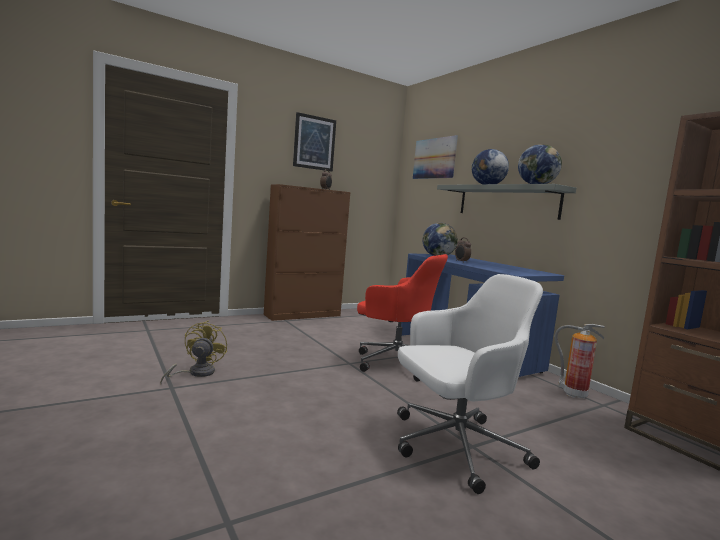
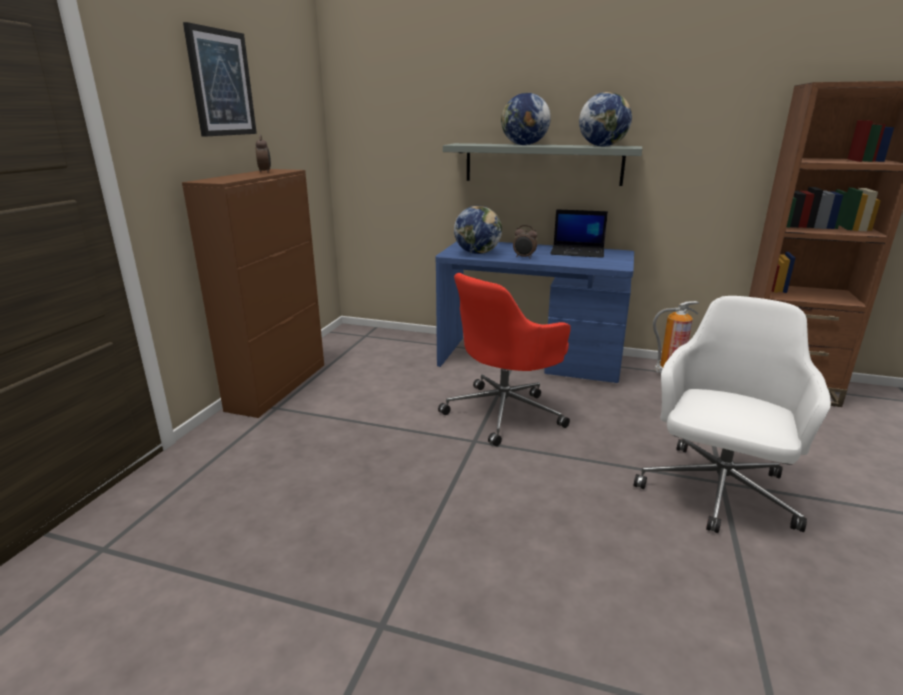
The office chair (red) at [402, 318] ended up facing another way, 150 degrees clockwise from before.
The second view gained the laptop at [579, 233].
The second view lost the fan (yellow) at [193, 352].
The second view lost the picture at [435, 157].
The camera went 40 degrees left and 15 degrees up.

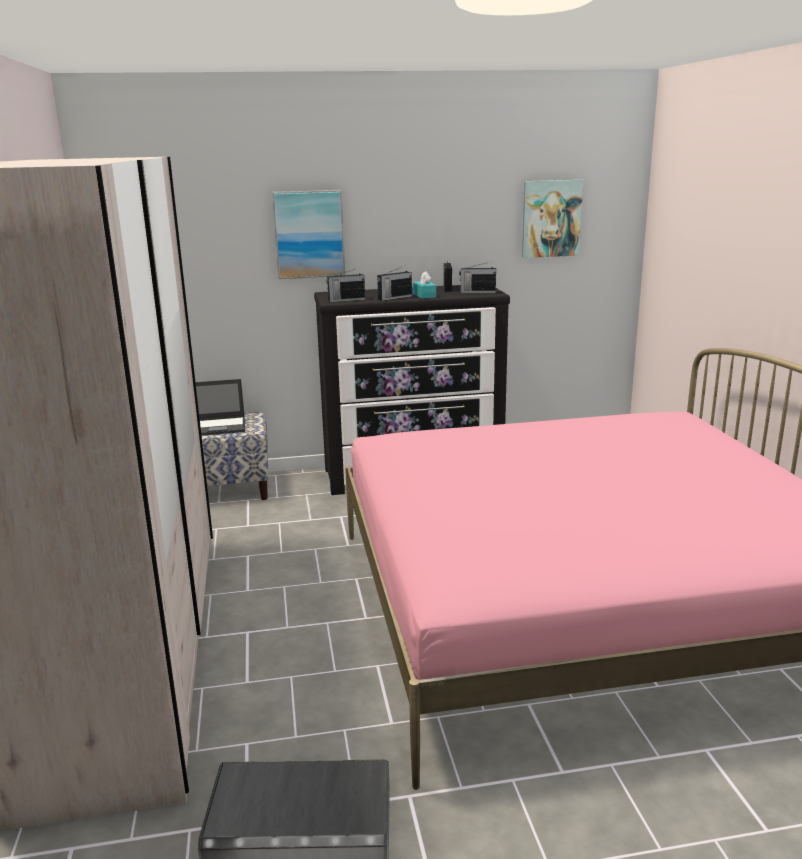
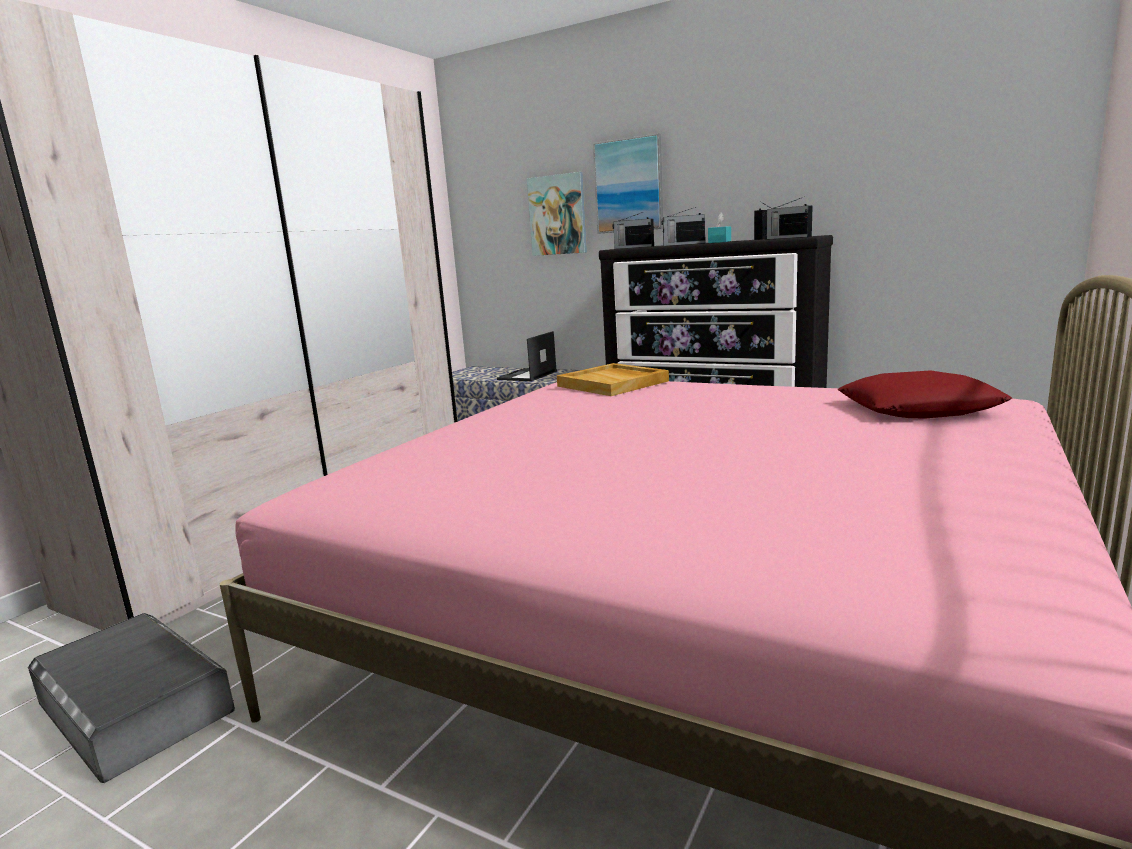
The laptop at [220, 407] ended up facing another way, 90 degrees clockwise from before.
The picture ended up elsewhere, having gone from [552, 218] to [557, 214].
The second view gained the tray (beige) at [613, 379].
The second view gained the pillow (red) at [925, 394].
The camera went 40 degrees right and 5 degrees down.

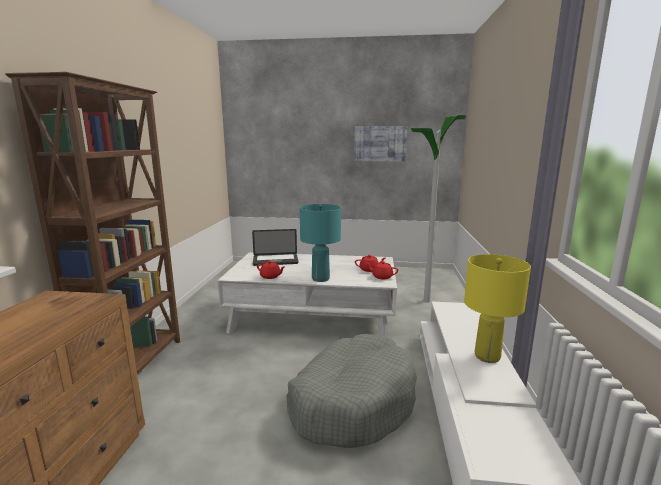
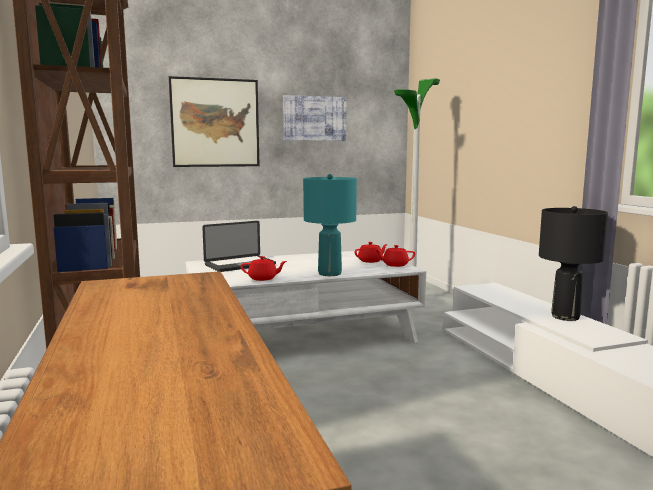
The second view gained the picture at [214, 121].
What was the table lamp (yellow) at [497, 308] turned into the table lamp (black) at [573, 263].
The second view lost the dog bed (grey) at [351, 391].
The camera went 25 degrees left and 5 degrees down.

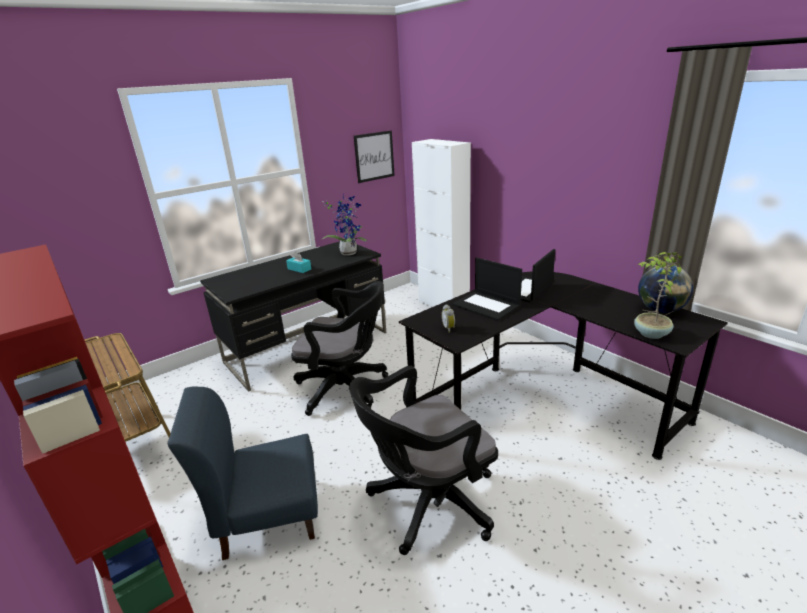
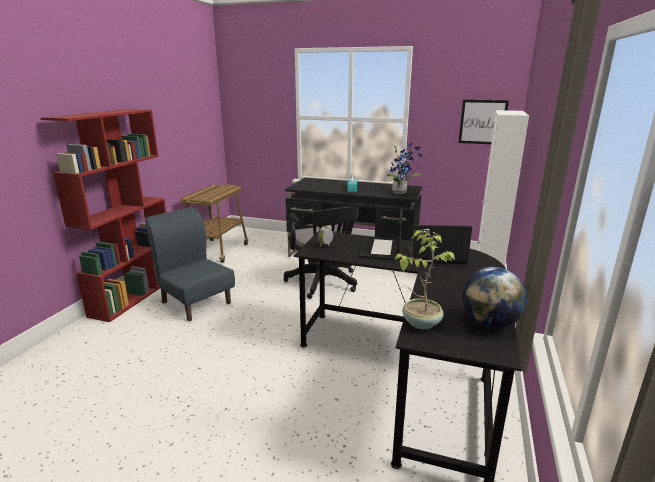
The second view lost the office chair (black) at [423, 460].
The camera went 55 degrees right and 5 degrees down.

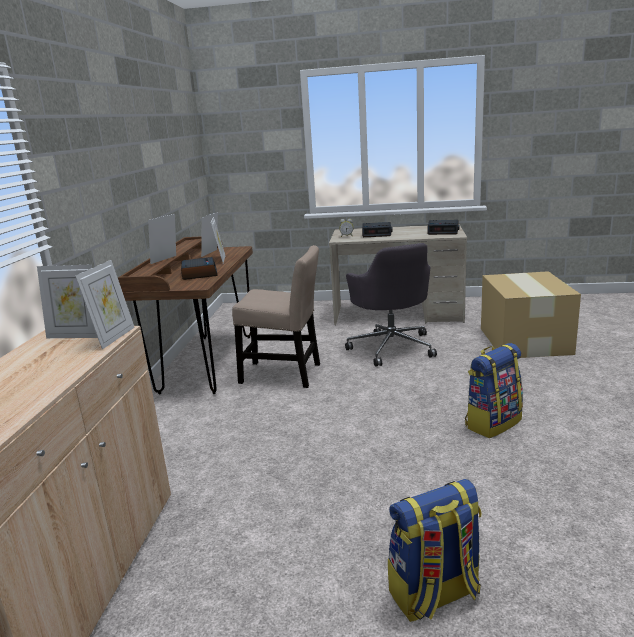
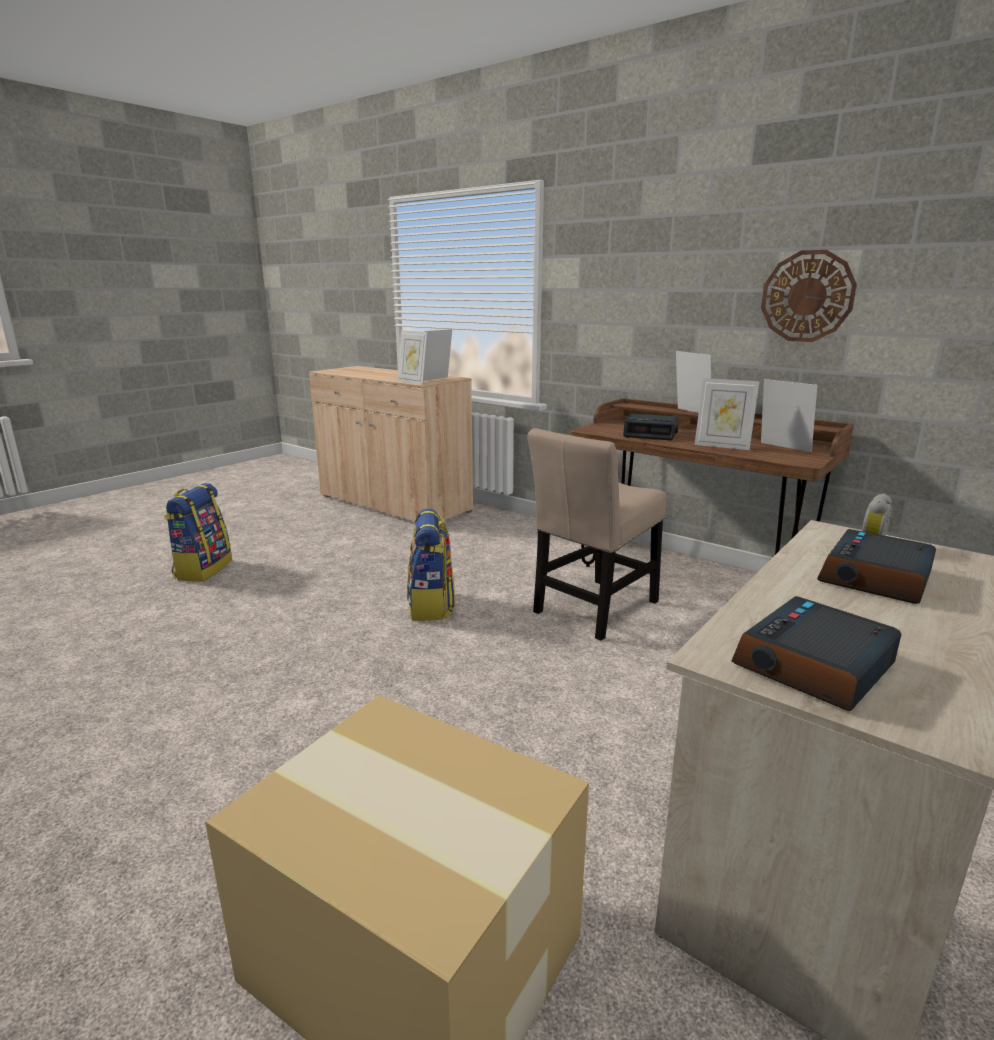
The backpack ended up elsewhere, having gone from [494, 390] to [431, 564].
The second view gained the wall clock at [809, 296].
The second view lost the office chair (grey) at [391, 305].
The camera went 120 degrees right and 0 degrees up.

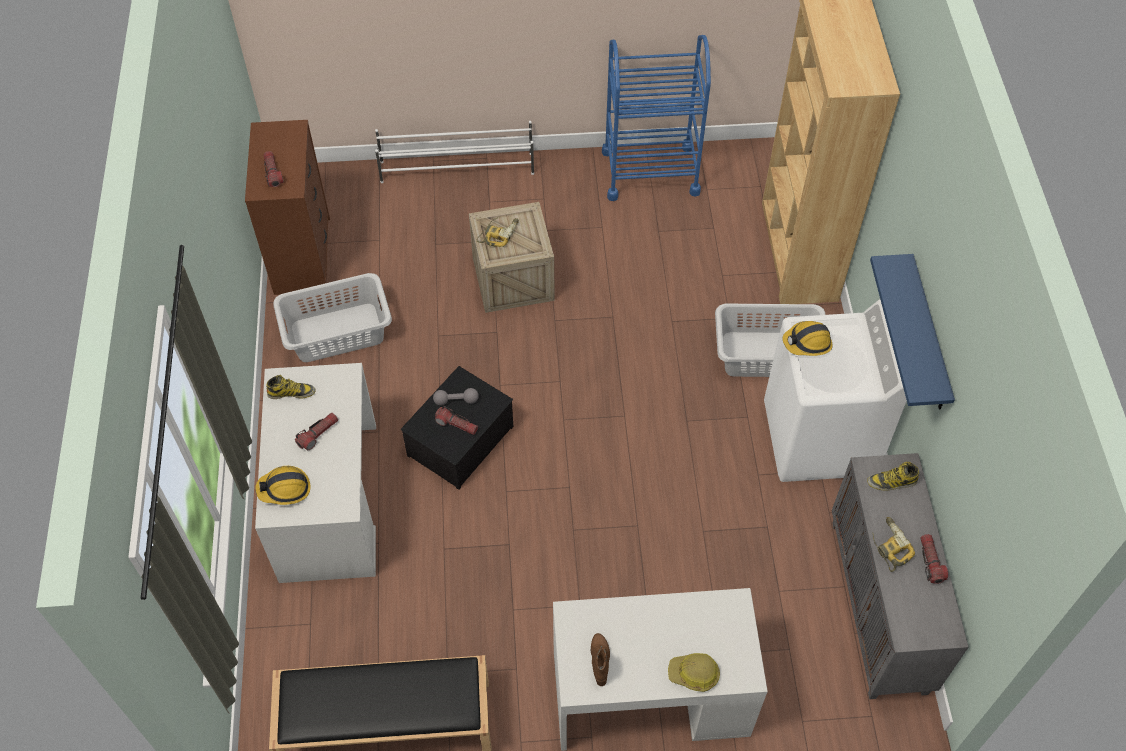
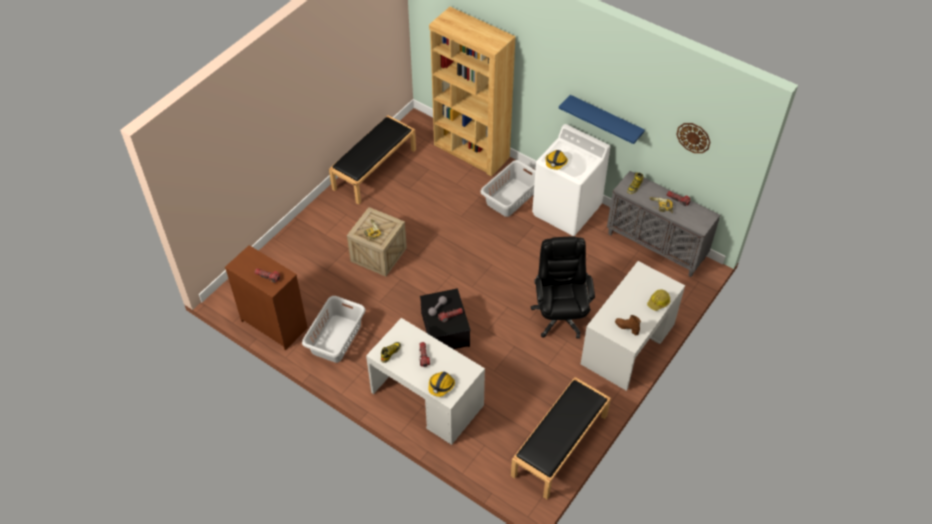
Where the cart (blue) stood at [656, 118], the bench (black) came to stand at [372, 160].
The second view gained the office chair (black) at [563, 288].
The second view gained the wall clock at [693, 138].
The second view lost the shoe rack (white) at [454, 152].
The camera went 50 degrees left and 5 degrees down.

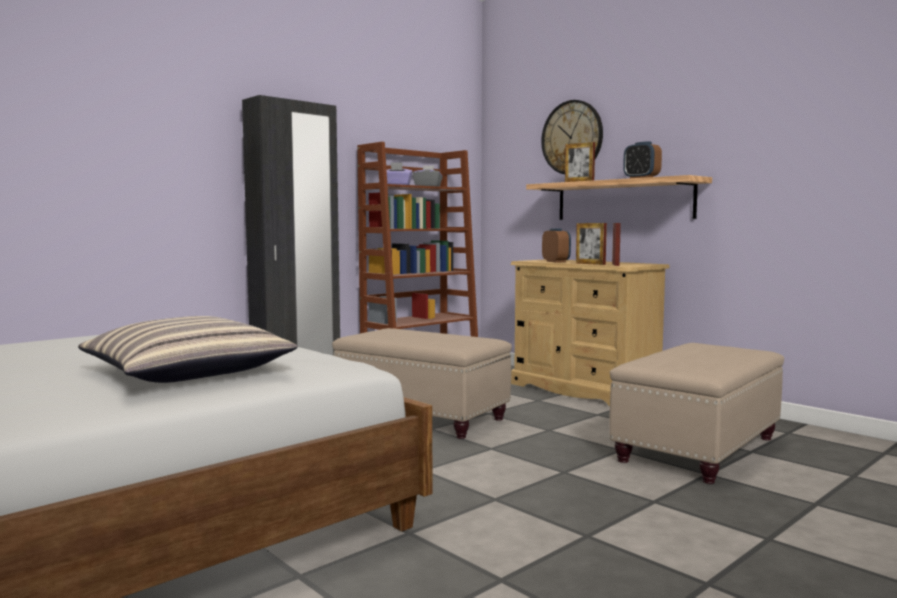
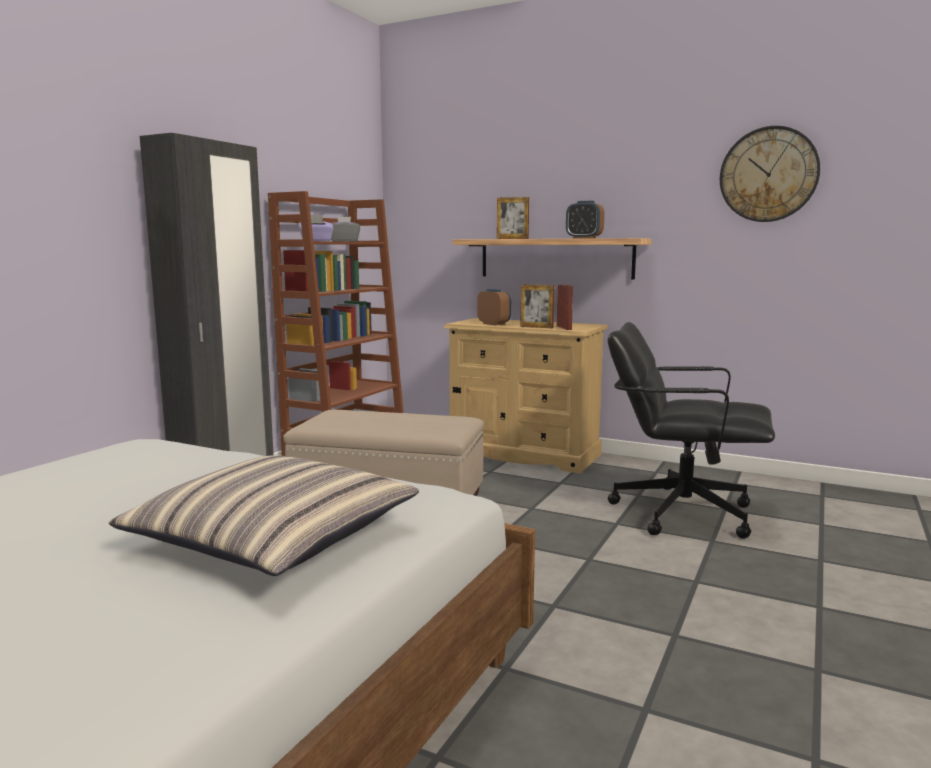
Where the ottoman (beige) stood at [696, 413], the office chair (black) came to stand at [691, 430].
The wall clock ended up elsewhere, having gone from [572, 137] to [770, 174].
The camera went 20 degrees left and 5 degrees up.

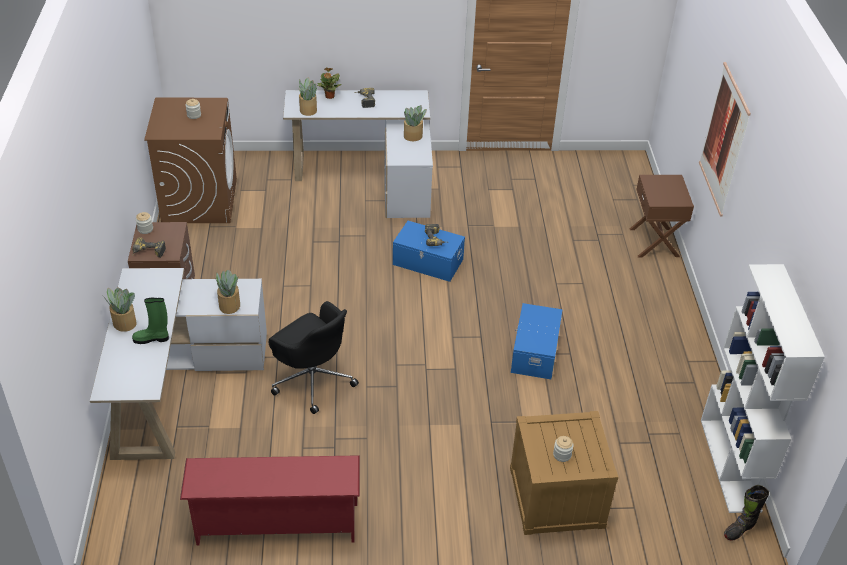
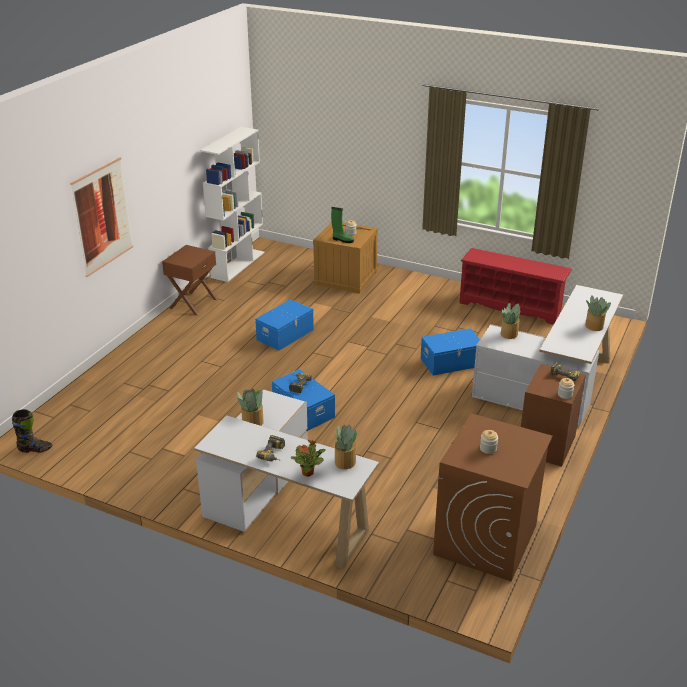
The boot (black) ended up elsewhere, having gone from [746, 513] to [32, 431].
The nightstand (brown) ended up elsewhere, having gone from [662, 216] to [190, 280].
The boot (green) ended up elsewhere, having gone from [150, 321] to [342, 225].
Where the office chair (black) stood at [313, 357], the storage box (blue) came to stand at [450, 351].
The camera went 150 degrees left and 10 degrees down.

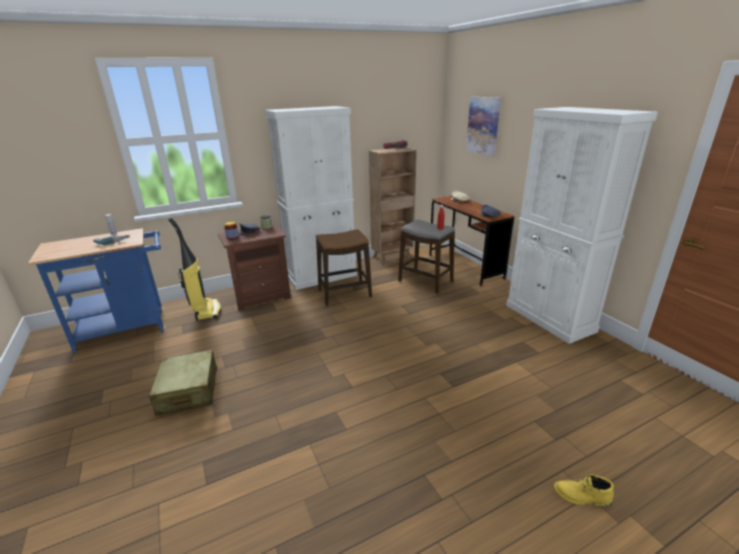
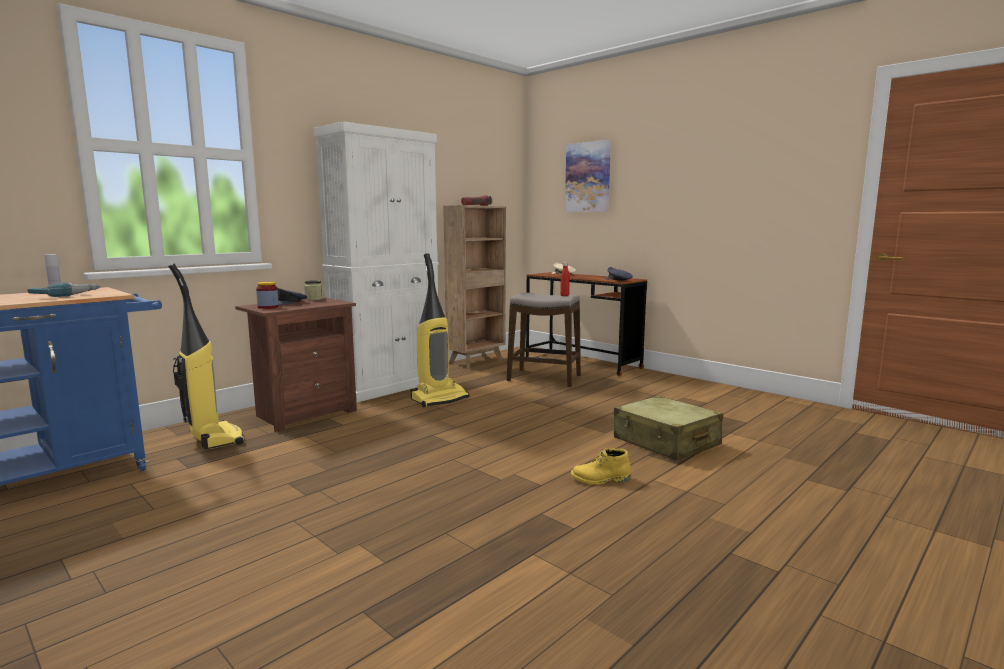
Where the stool stood at [344, 267], the vacuum cleaner came to stand at [440, 330].
The boot (yellow) ended up elsewhere, having gone from [584, 490] to [600, 466].
The suitcase (beige) ended up elsewhere, having gone from [183, 383] to [668, 428].
The second view lost the cabinet (white) at [582, 225].
The camera went 20 degrees left and 15 degrees down.

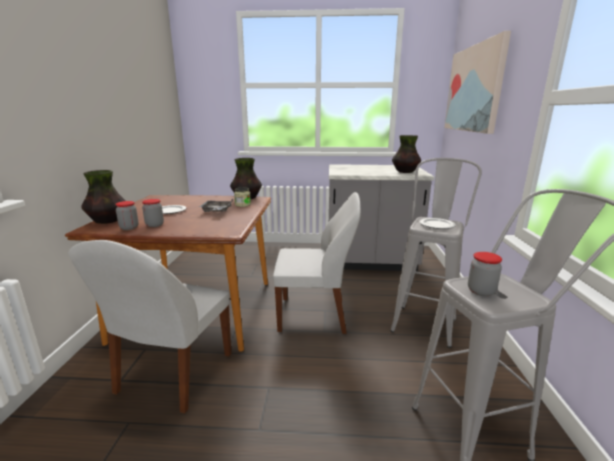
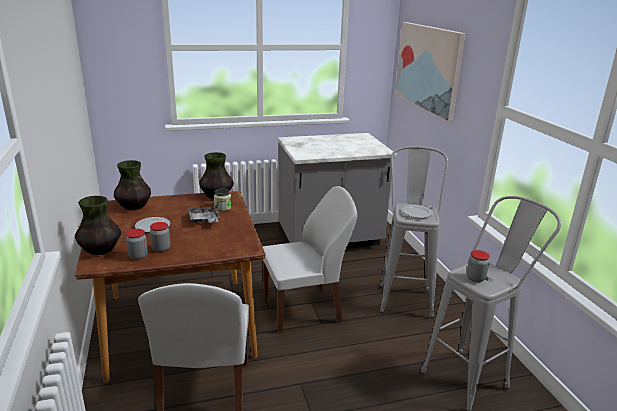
The vase ended up elsewhere, having gone from [406, 154] to [132, 185].
The camera went 20 degrees left and 5 degrees up.

